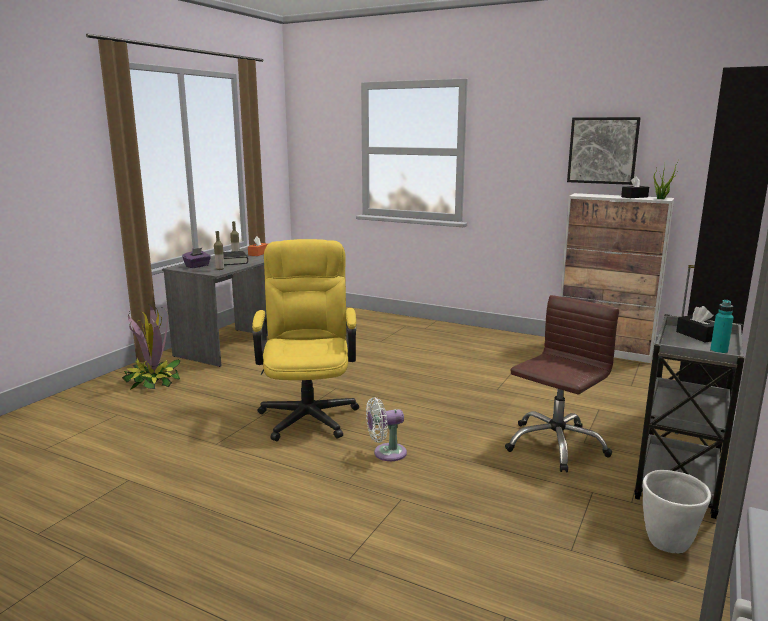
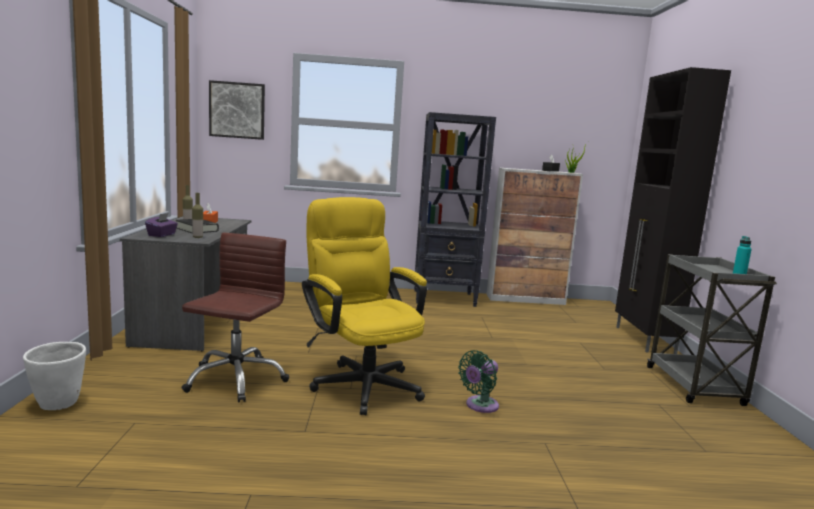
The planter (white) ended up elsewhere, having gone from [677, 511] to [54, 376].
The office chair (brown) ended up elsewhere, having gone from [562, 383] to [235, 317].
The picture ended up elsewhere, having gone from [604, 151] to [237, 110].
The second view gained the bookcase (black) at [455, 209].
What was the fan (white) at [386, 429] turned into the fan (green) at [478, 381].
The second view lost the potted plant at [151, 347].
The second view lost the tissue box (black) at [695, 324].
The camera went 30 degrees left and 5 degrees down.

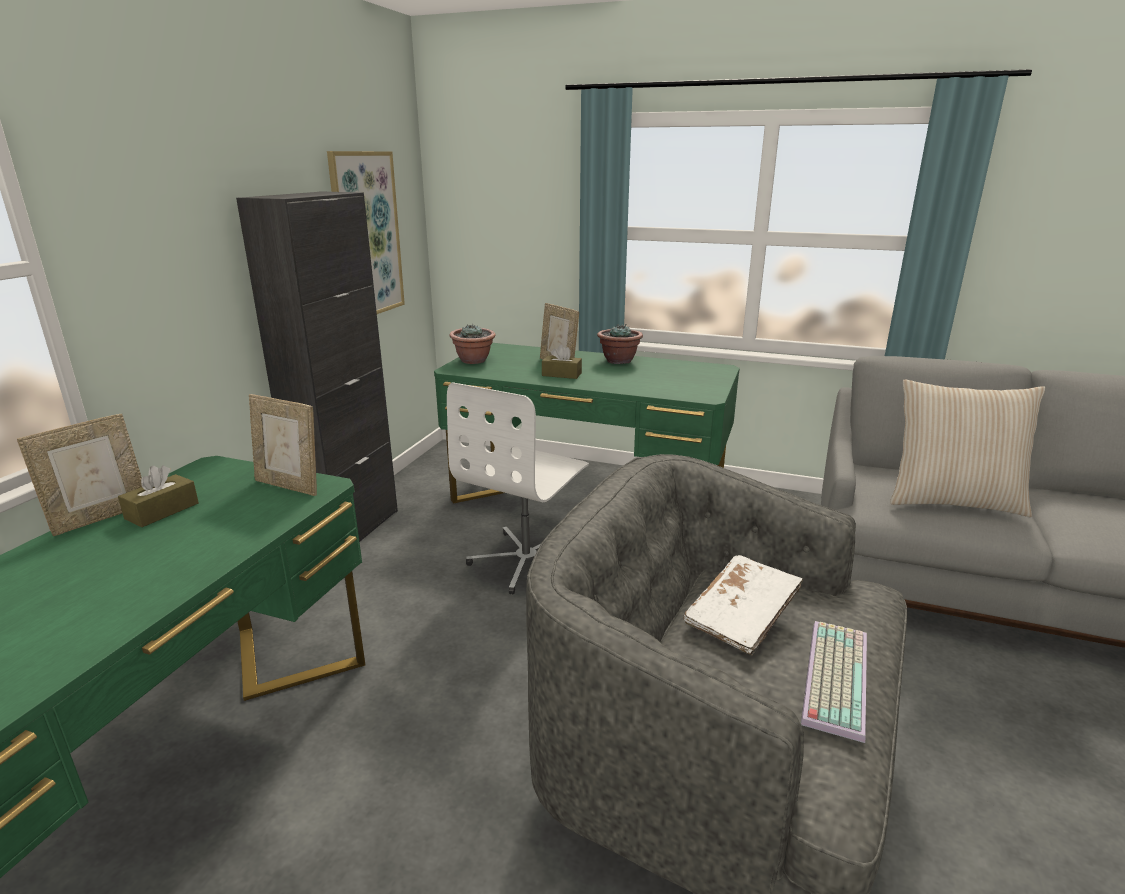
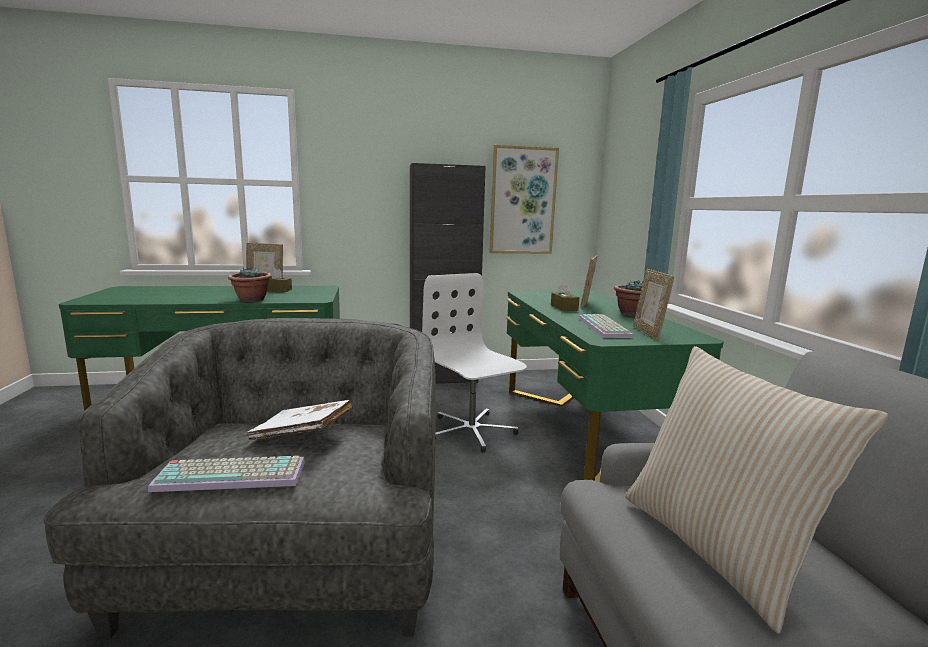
The potted plant ended up elsewhere, having gone from [472, 344] to [250, 284].
The office chair (white) at [518, 488] ended up facing another way, 60 degrees clockwise from before.
The second view gained the keyboard at [606, 326].
The picture frame ended up elsewhere, having gone from [283, 445] to [653, 304].
The camera went 60 degrees right and 10 degrees down.

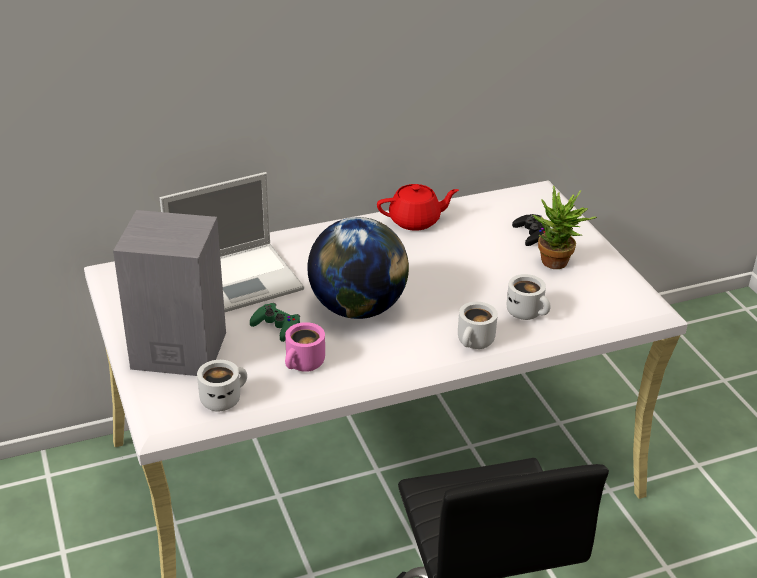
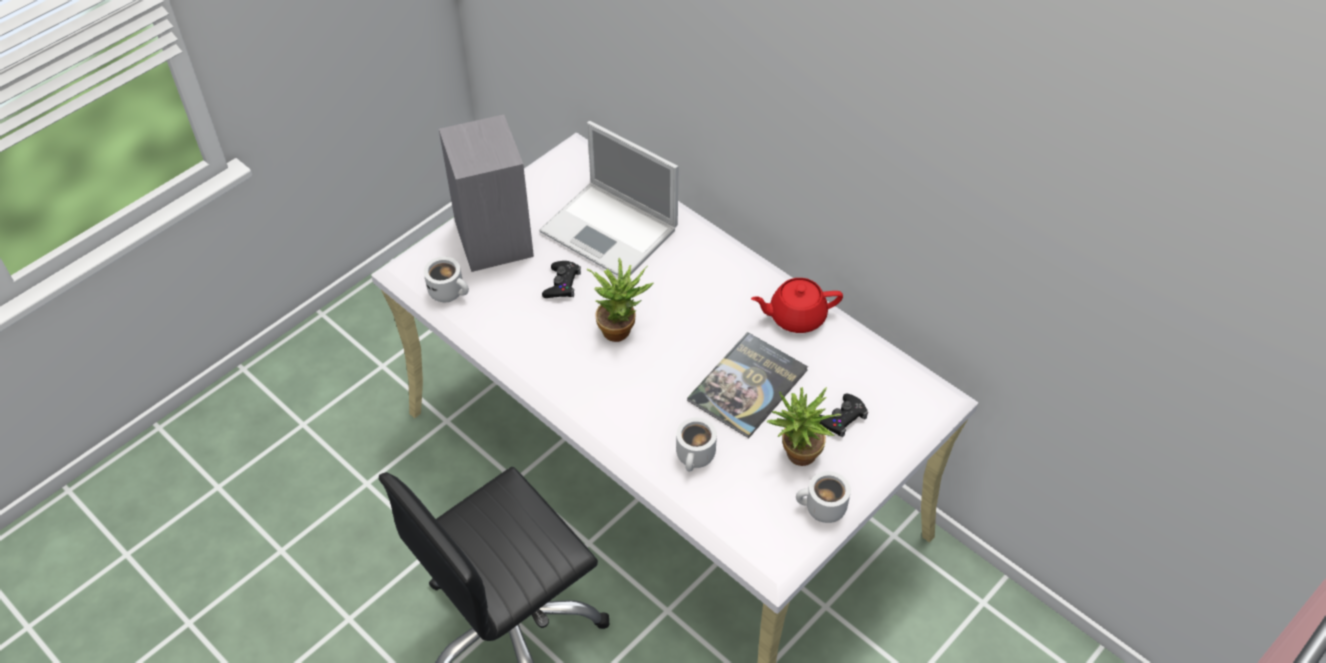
What was the game controller (green) at [275, 322] turned into the game controller (black) at [561, 279].
Where the globe stood at [358, 268], the potted plant came to stand at [620, 300].
The second view gained the book at [747, 385].
The teapot (red) at [418, 207] ended up facing another way, 120 degrees clockwise from before.
The mug (white) ended up elsewhere, having gone from [478, 325] to [823, 497].
The second view lost the mug (pink) at [305, 347].
The camera went 65 degrees right and 15 degrees up.

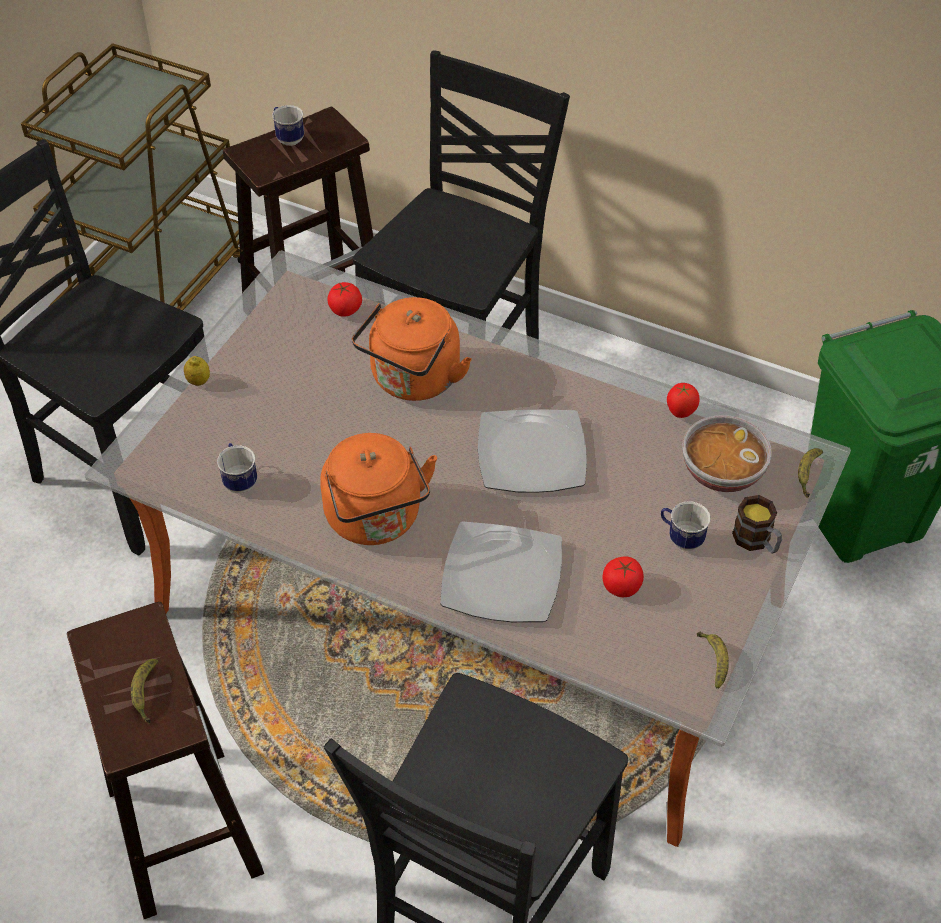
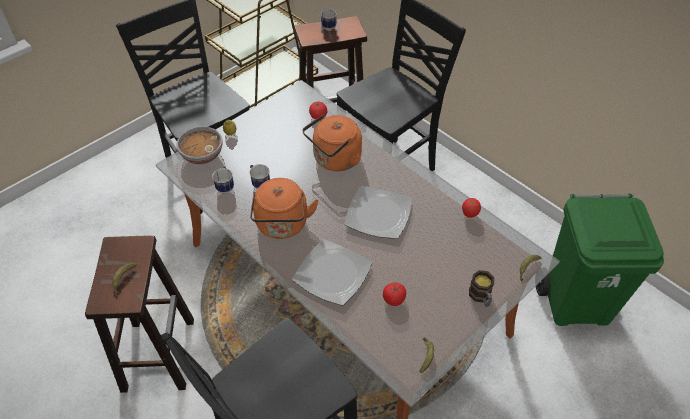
The bowl ended up elsewhere, having gone from [727, 453] to [199, 146].
The mug ended up elsewhere, having gone from [686, 526] to [259, 176].
The camera went 20 degrees right and 0 degrees up.

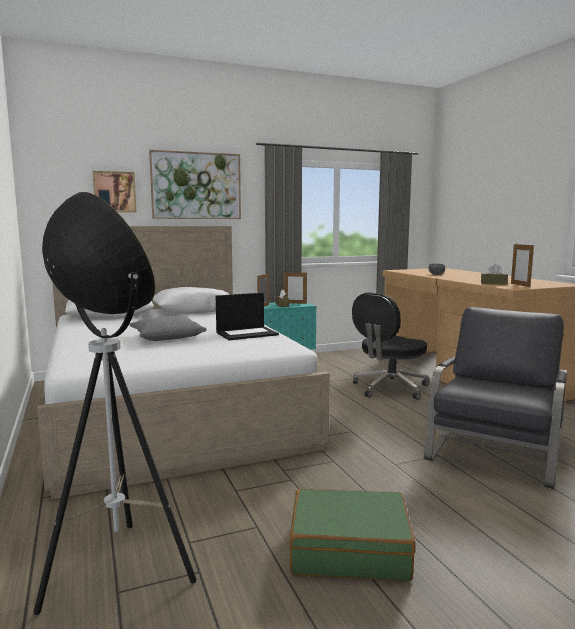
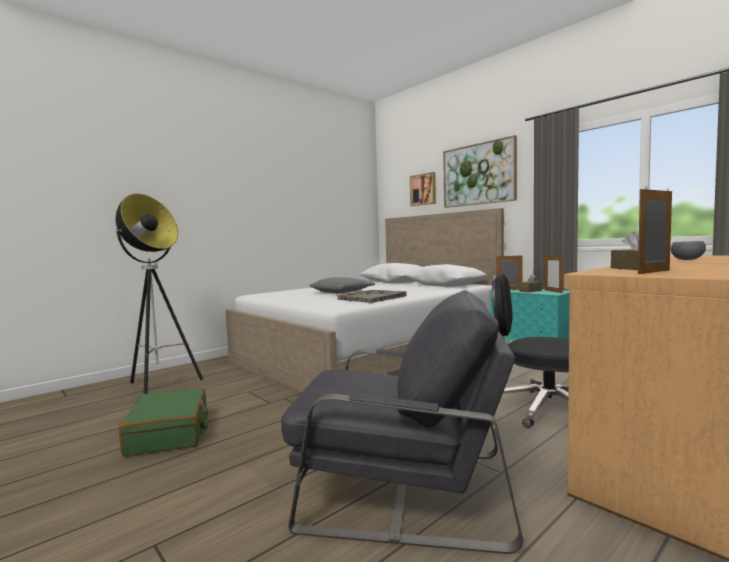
Where the laptop stood at [247, 316], the tray (grey) came to stand at [372, 296].
The camera went 70 degrees right and 5 degrees down.

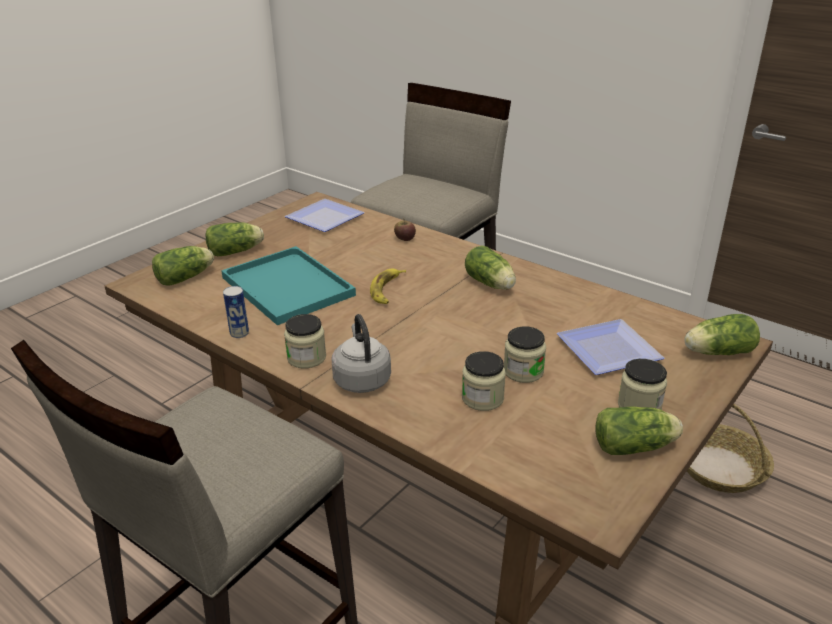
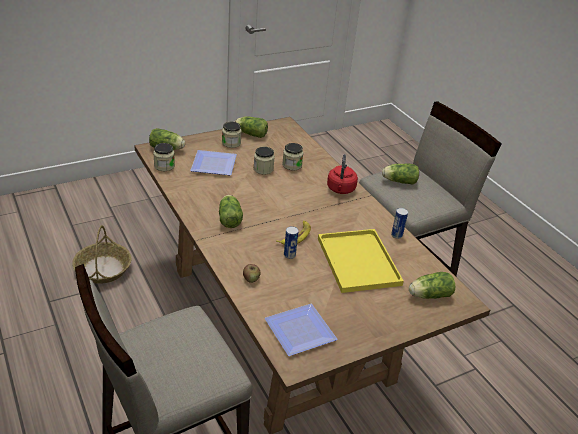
The jar ended up elsewhere, having gone from [305, 341] to [164, 157].
The second view gained the can at [291, 242].
What was the tray (turquoise) at [288, 285] turned into the tray (yellow) at [361, 261].
What was the kettle (grey) at [361, 353] turned into the kettle (red) at [342, 174].
The lettuce ended up elsewhere, having gone from [234, 239] to [400, 174].
The camera went 160 degrees left and 5 degrees up.

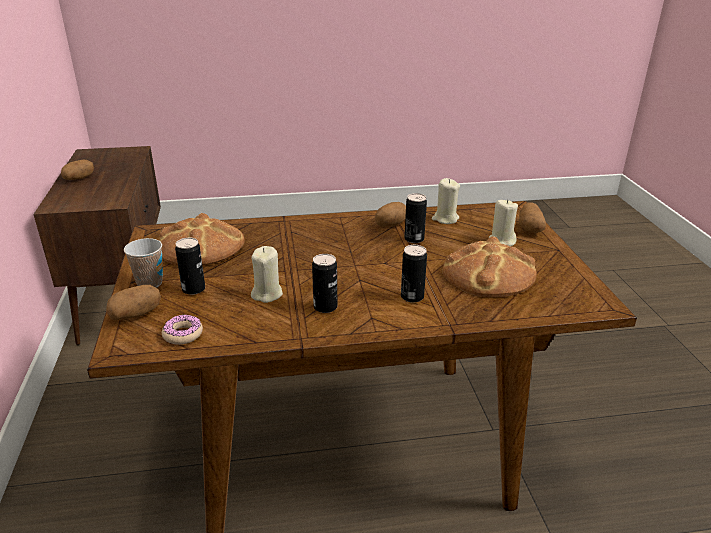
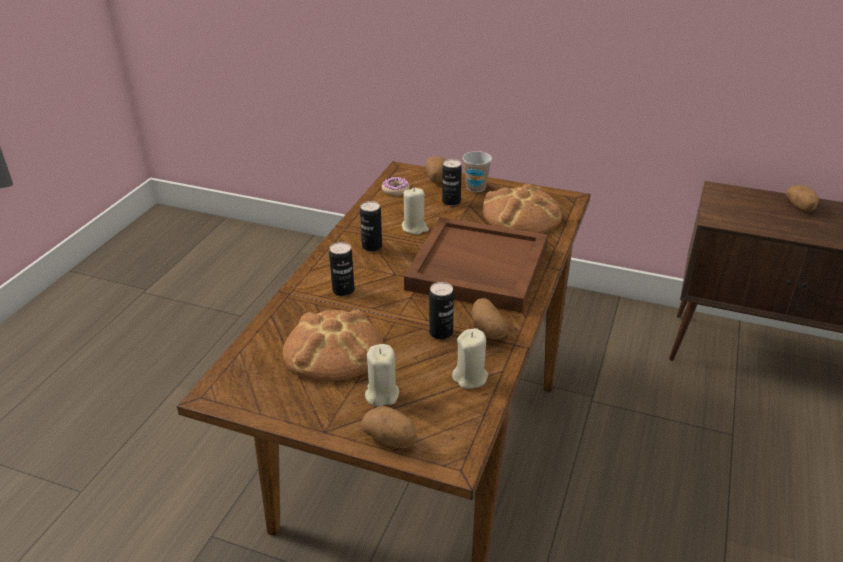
The second view gained the tray (brown) at [476, 265].
The camera went 120 degrees right and 5 degrees up.

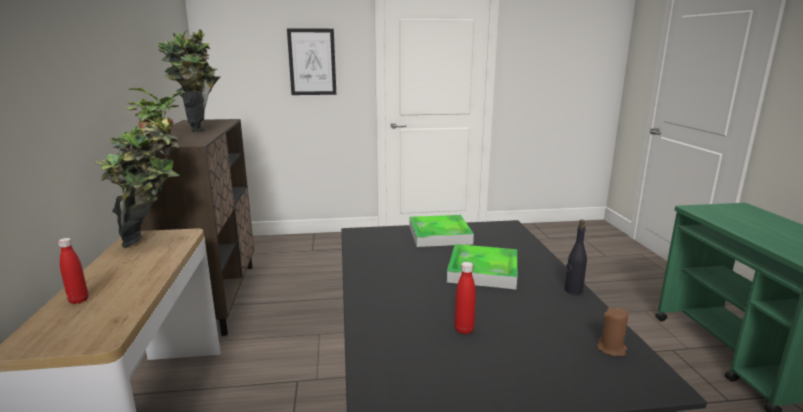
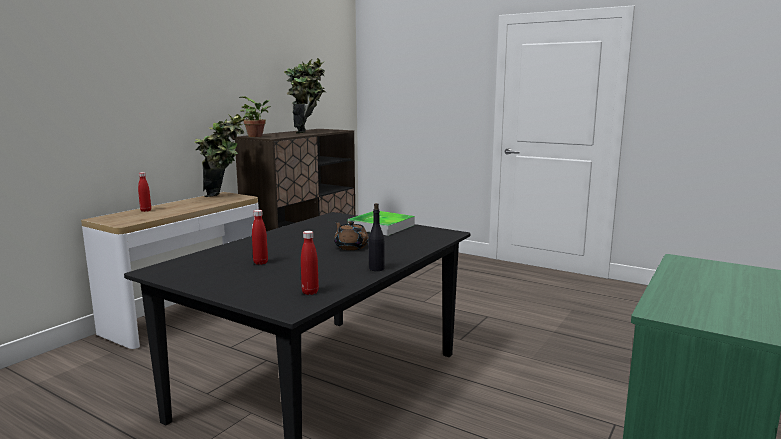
Where the candle (brown) stood at [612, 332], the bottle (red) came to stand at [310, 263].
Where the tray stood at [482, 266], the teapot (brown) came to stand at [351, 235].
The second view lost the picture at [311, 61].
The camera went 40 degrees right and 5 degrees down.

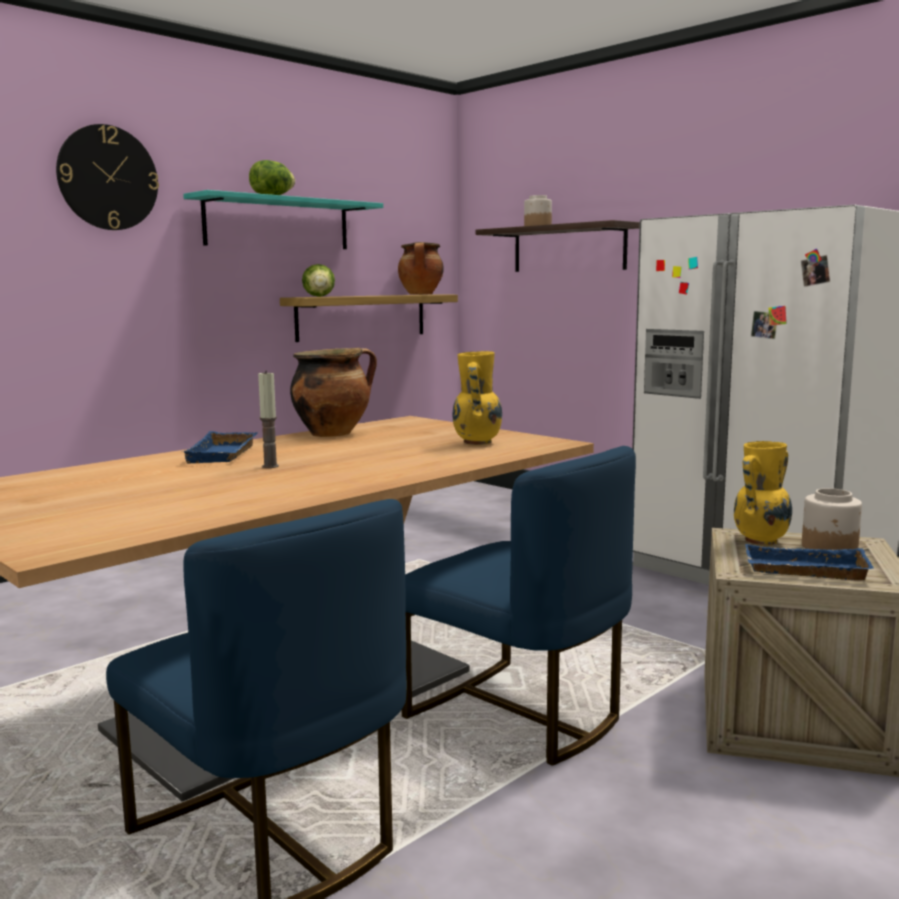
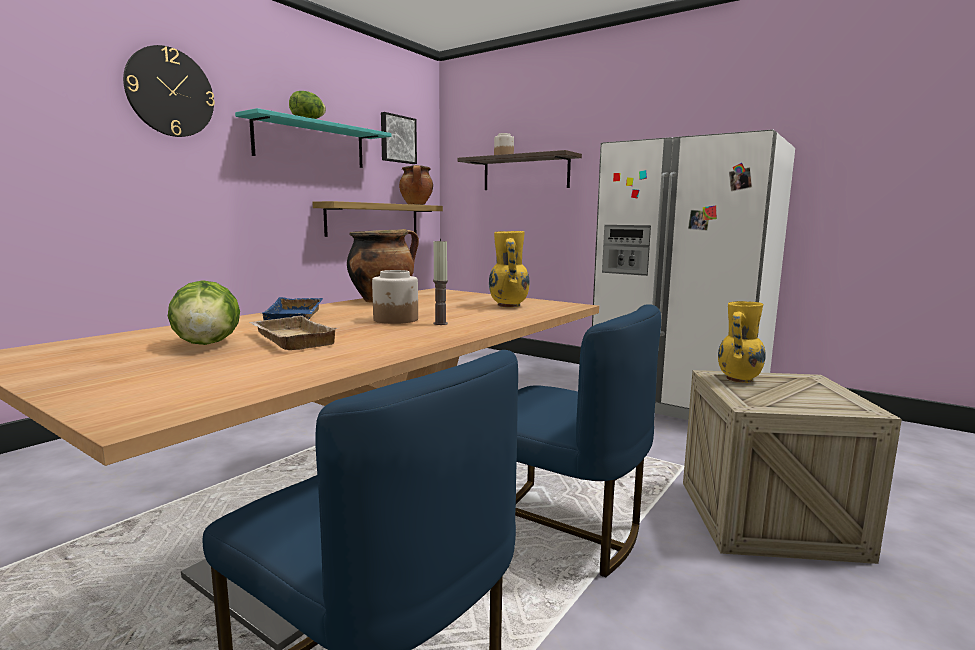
The lettuce ended up elsewhere, having gone from [318, 280] to [204, 312].
The second view gained the tray (beige) at [293, 333].
The jar ended up elsewhere, having gone from [832, 519] to [395, 297].
The second view gained the picture at [399, 138].
The candle ended up elsewhere, having gone from [268, 419] to [440, 282].
The second view lost the tray (blue) at [809, 562].
The camera went 10 degrees left and 0 degrees up.

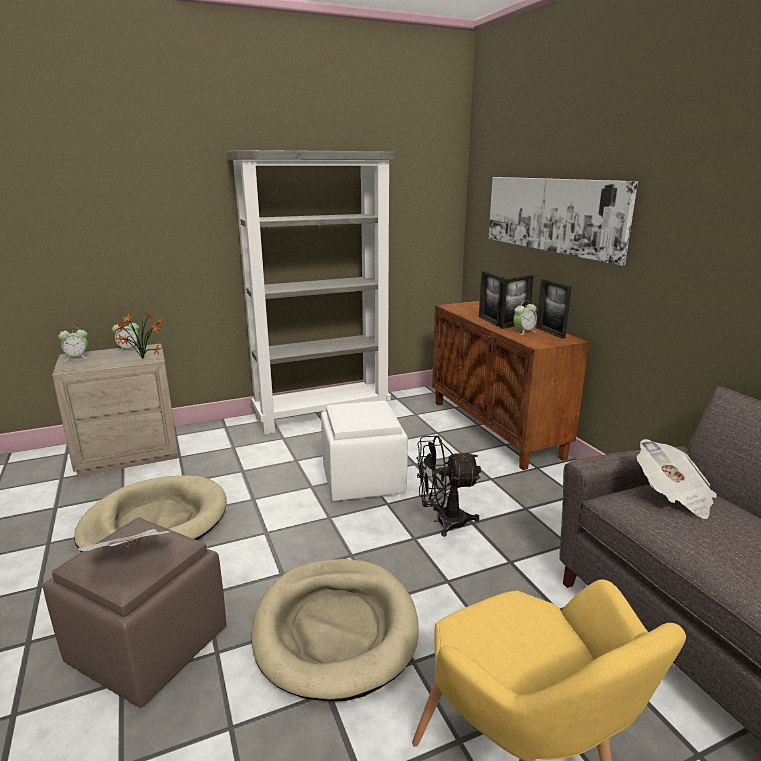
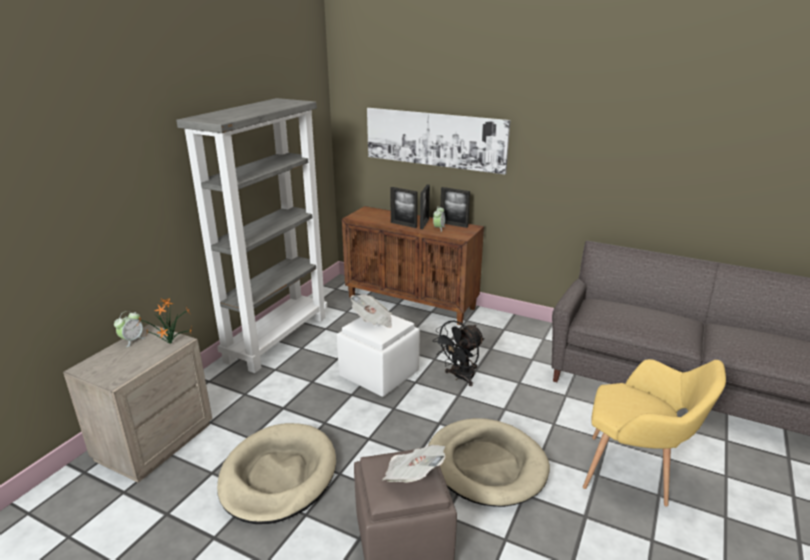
The newspaper ended up elsewhere, having gone from [677, 479] to [371, 311].
The second view lost the alarm clock at [73, 343].
The camera went 40 degrees left and 5 degrees up.

